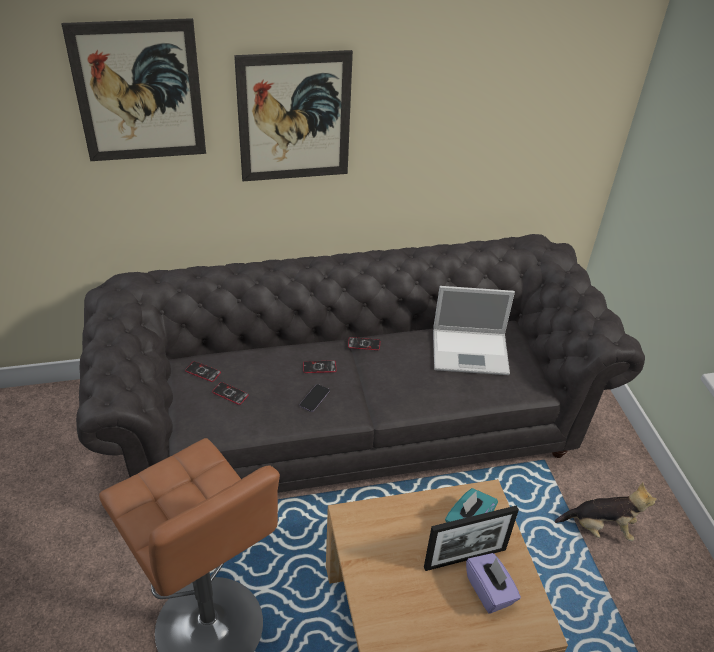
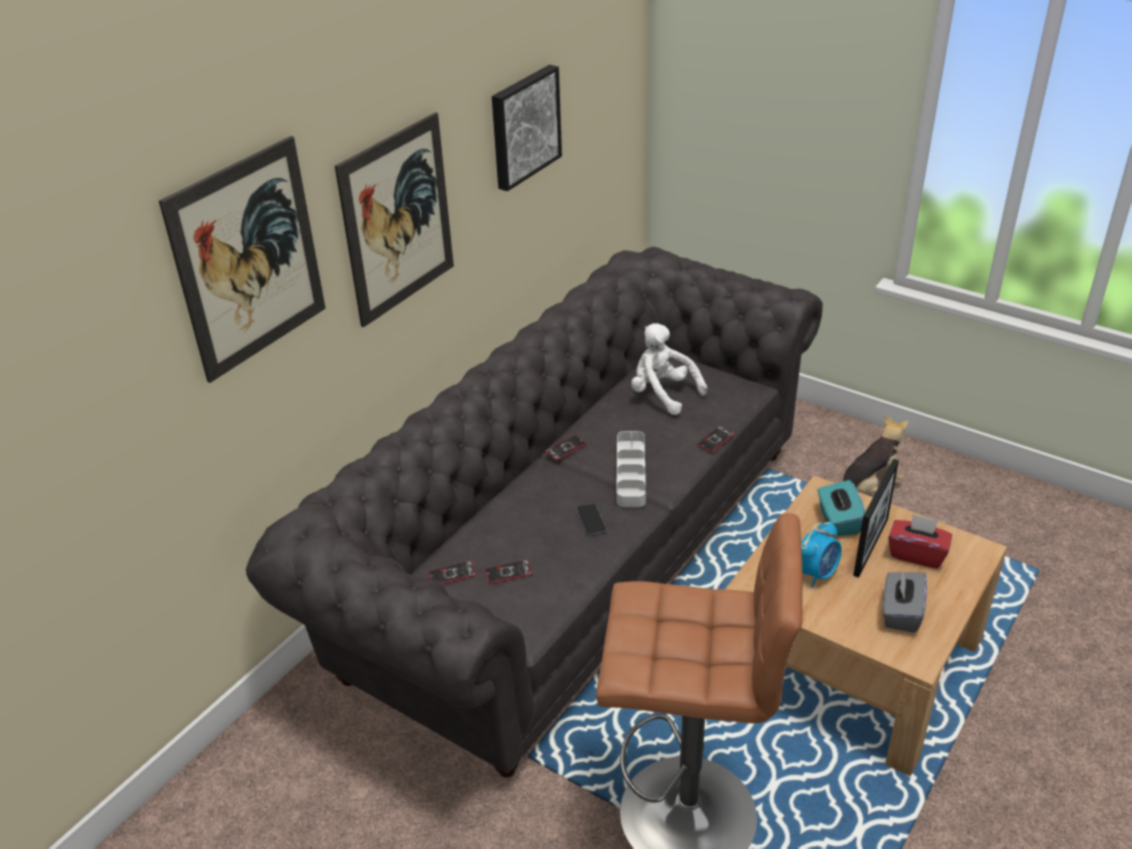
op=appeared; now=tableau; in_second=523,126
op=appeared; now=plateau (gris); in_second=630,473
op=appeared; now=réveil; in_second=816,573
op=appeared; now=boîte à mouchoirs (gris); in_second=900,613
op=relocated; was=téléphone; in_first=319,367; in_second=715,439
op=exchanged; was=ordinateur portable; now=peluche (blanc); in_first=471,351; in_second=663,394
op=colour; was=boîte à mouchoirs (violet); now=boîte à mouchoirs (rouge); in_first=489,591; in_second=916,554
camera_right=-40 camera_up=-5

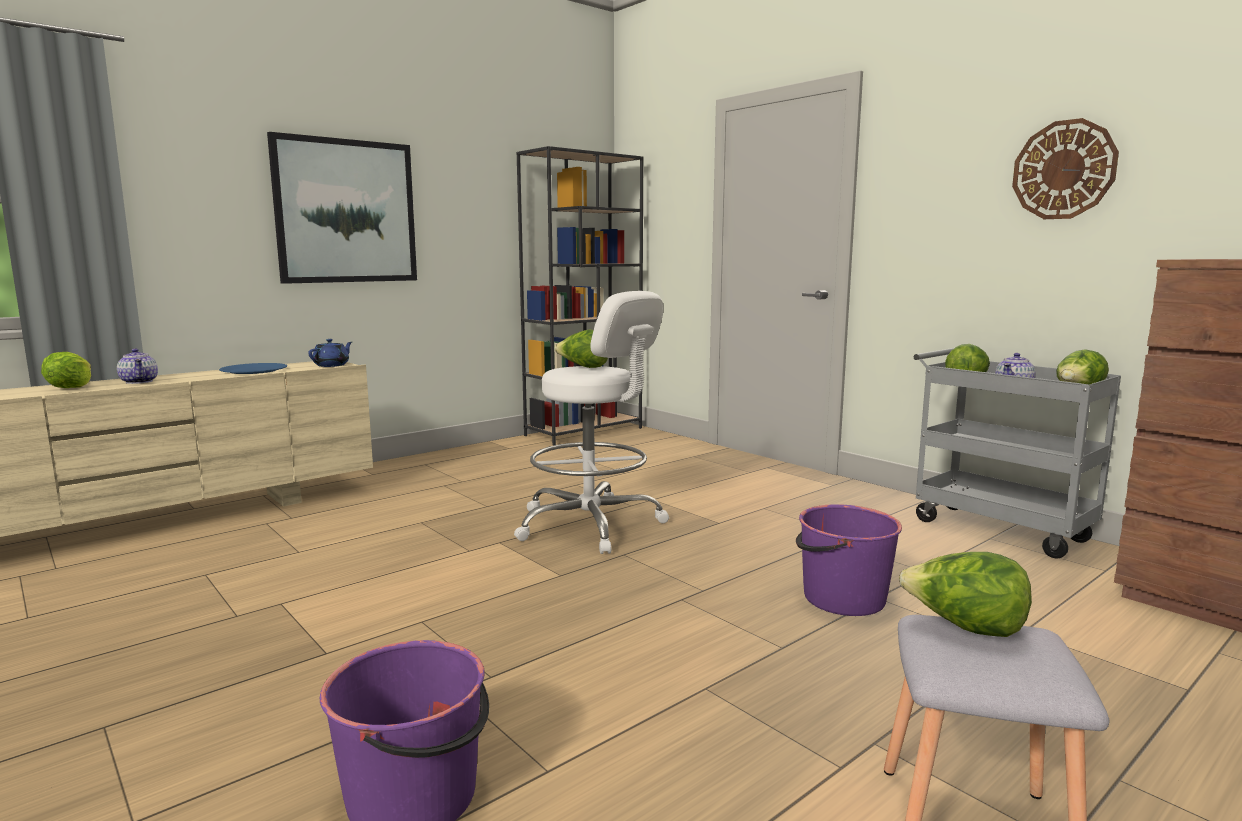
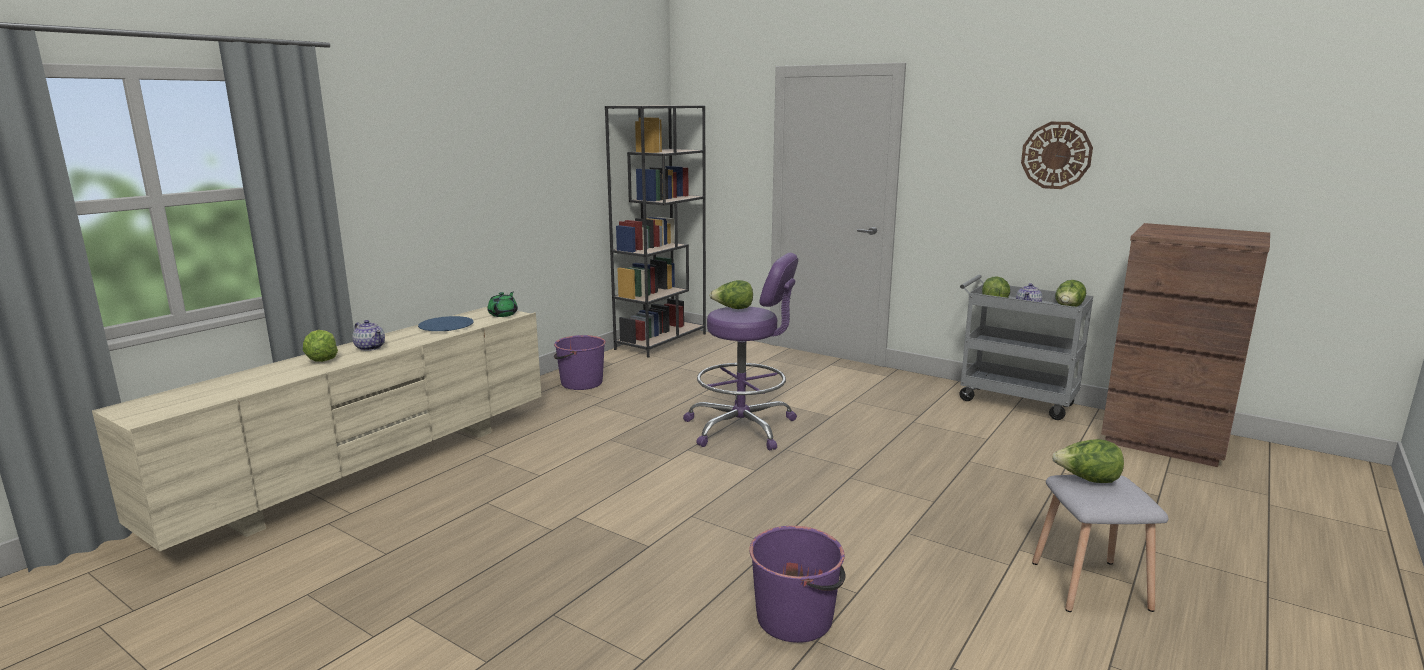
op=missing; was=tableau; in_first=346,211
op=relocated; was=seau (violet); in_first=842,598; in_second=581,383
op=colour; was=théière (bleu); now=théière (vert); in_first=332,365; in_second=503,314
op=colour; was=tabouret (blanc); now=tabouret (violet); in_first=591,525; in_second=743,428
camera_right=-15 camera_up=5

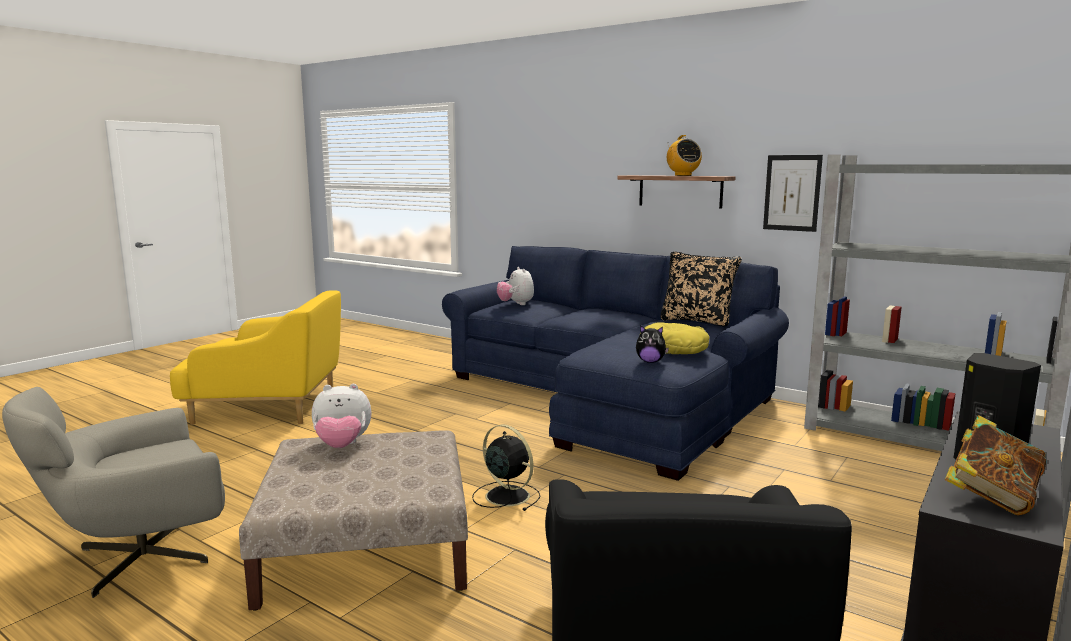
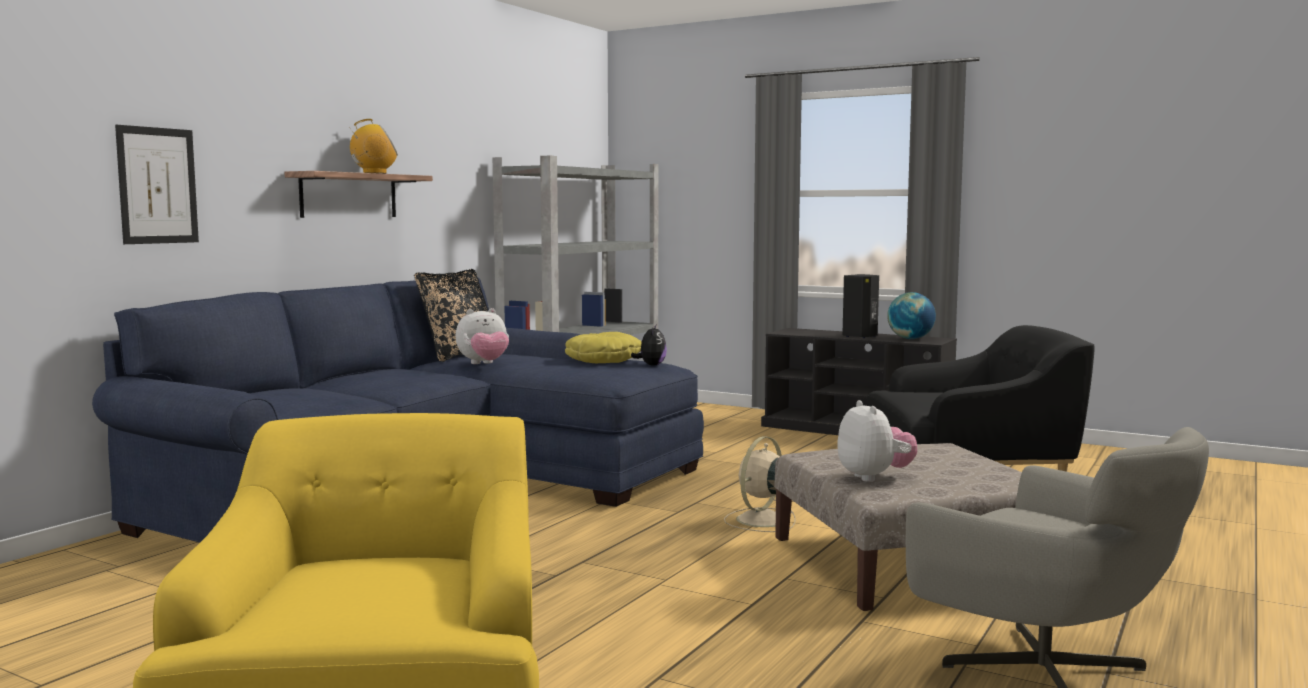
op=relocated; was=peluche; in_first=516,304; in_second=484,364
op=relocated; was=tableau; in_first=792,193; in_second=157,185
op=exchanged; was=livre; now=globe; in_first=991,497; in_second=910,339
op=colour; was=ventilateur (noir); now=ventilateur (beige); in_first=506,495; in_second=760,520
camera_right=-95 camera_up=-5

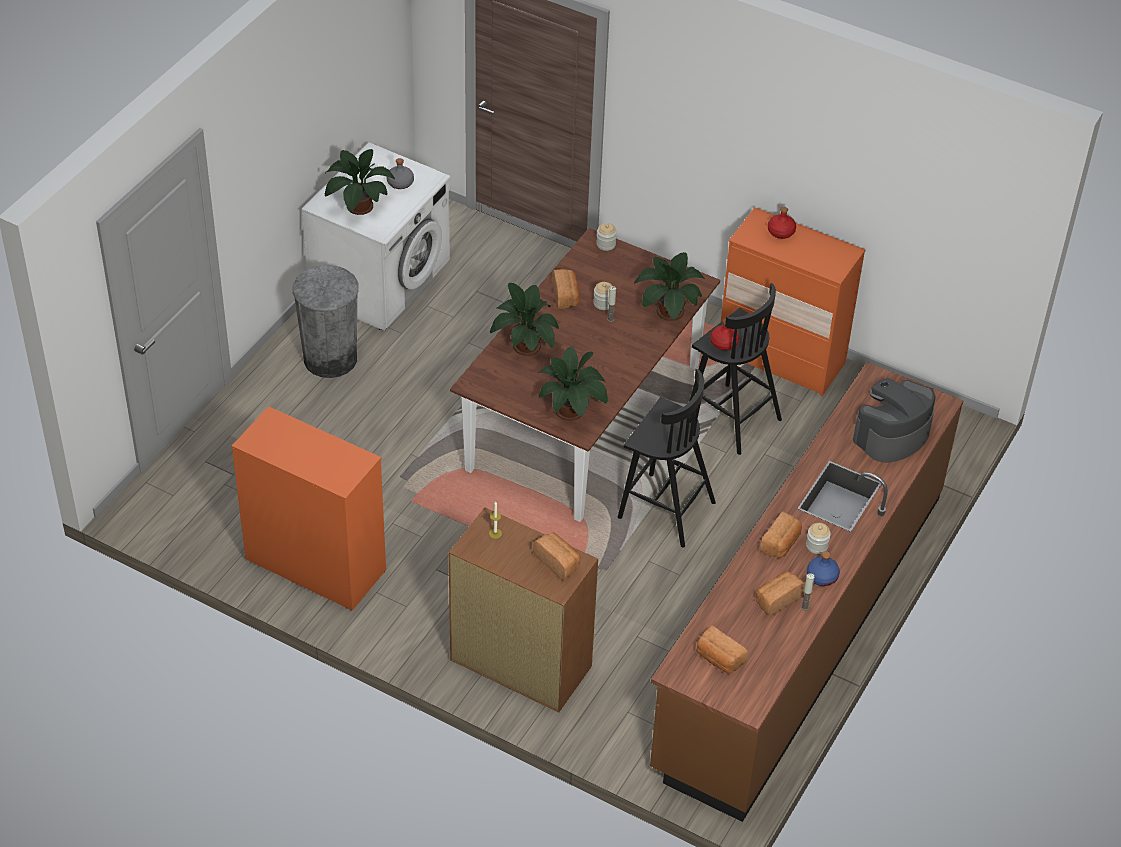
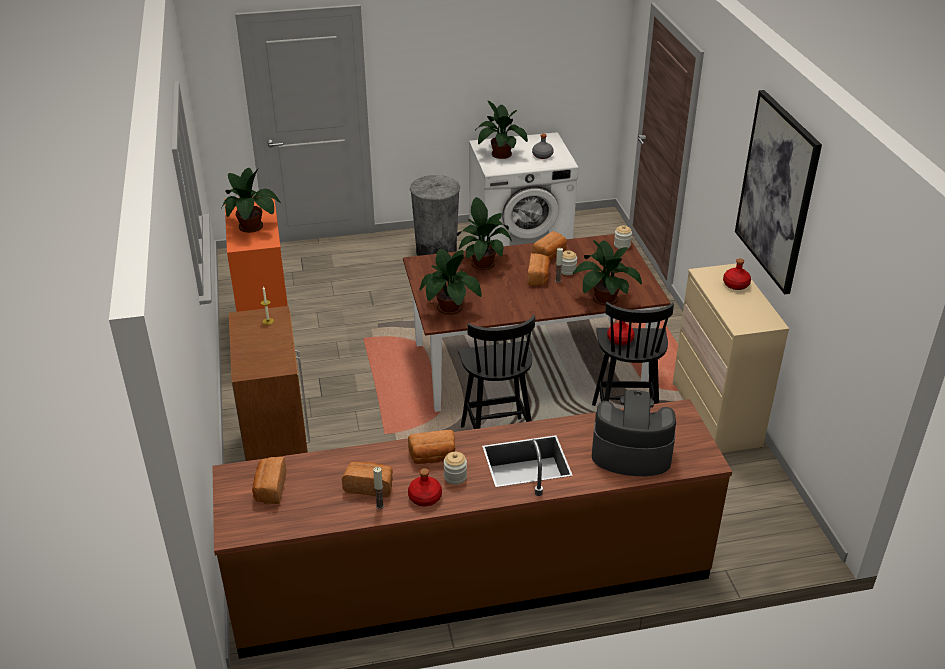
op=appeared; now=plante en pot; in_second=252,227
op=appeared; now=tableau; in_second=777,191
op=relocated; was=pain; in_first=558,562; in_second=538,277
op=colour; was=commode (orange); now=commode (beige); in_first=781,358; in_second=715,415
op=colour; was=bouteille (bleu); now=bouteille (rouge); in_first=822,576; in_second=425,497
camera_right=50 camera_up=-10

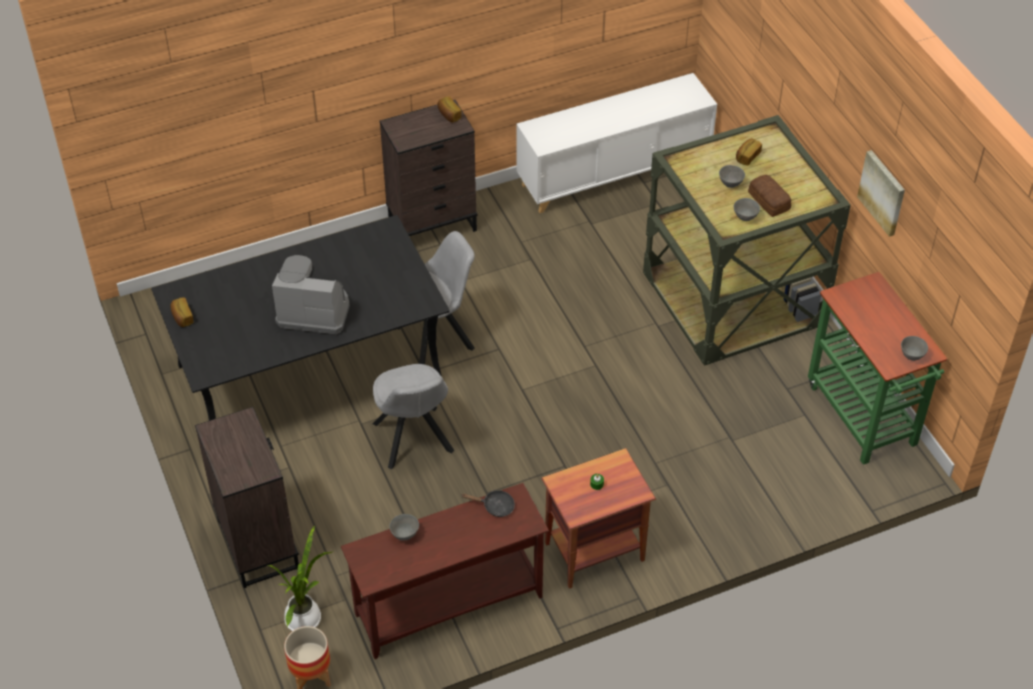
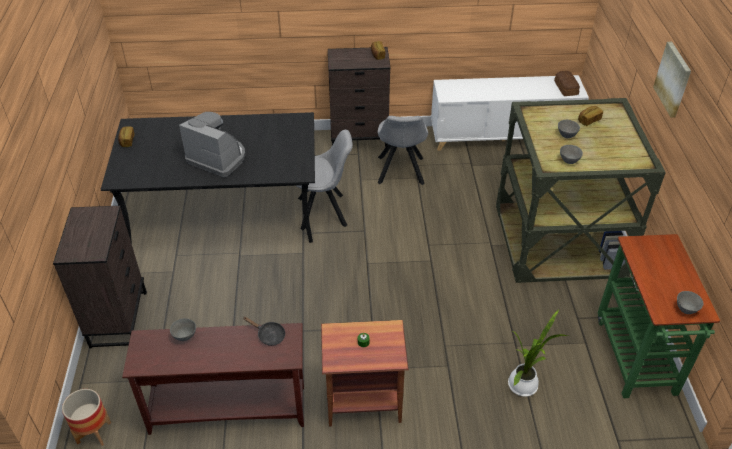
op=relocated; was=plante en pot; in_first=305,616; in_second=524,384
op=relocated; was=chaise (gris); in_first=413,439; in_second=400,171
op=relocated; was=pain; in_first=768,201; in_second=565,88
op=relocated; was=tableau; in_first=882,192; in_second=673,79
camera_right=20 camera_up=-5

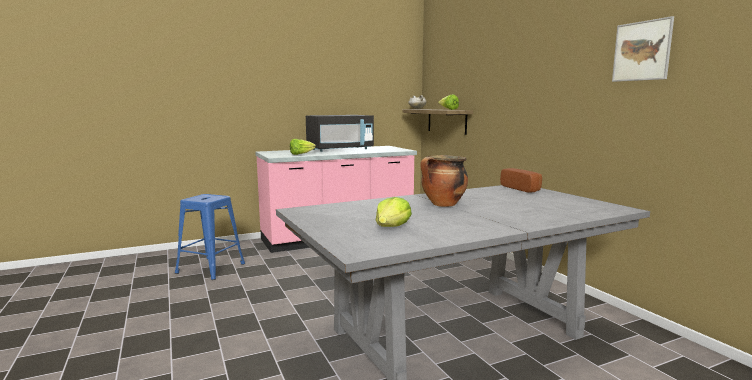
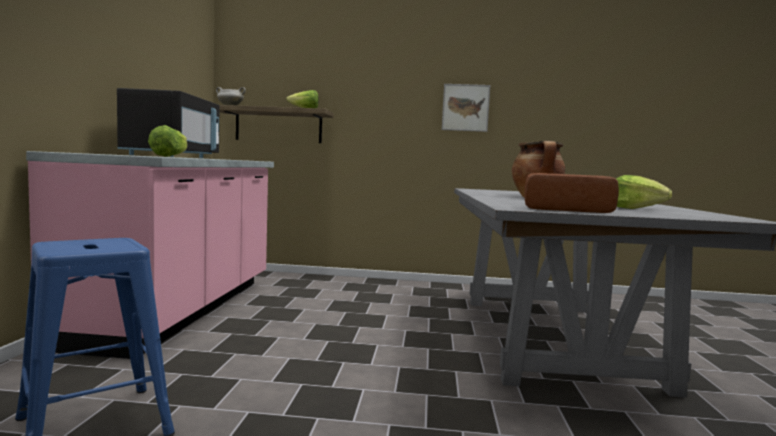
op=relocated; was=pain; in_first=522,188; in_second=565,210
op=relocated; was=tableau; in_first=641,51; in_second=465,107
camera_right=-60 camera_up=-5

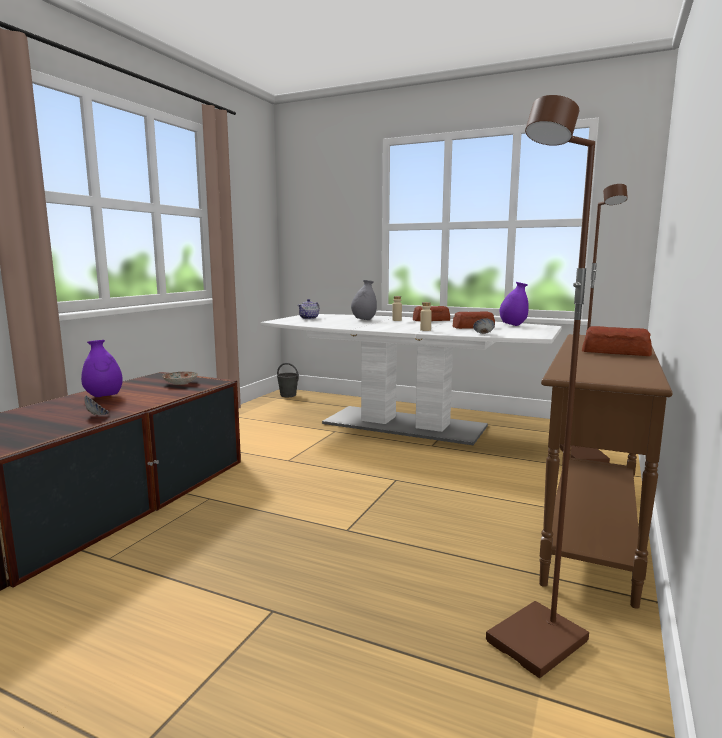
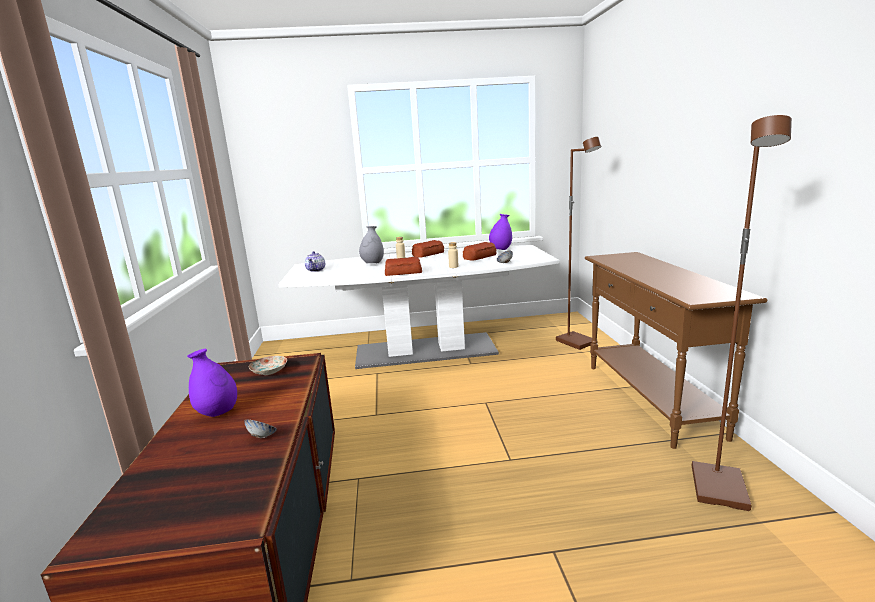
op=missing; was=seau (gris); in_first=288,395
op=relocated; was=pain; in_first=616,352; in_second=404,272
camera_right=-30 camera_up=5

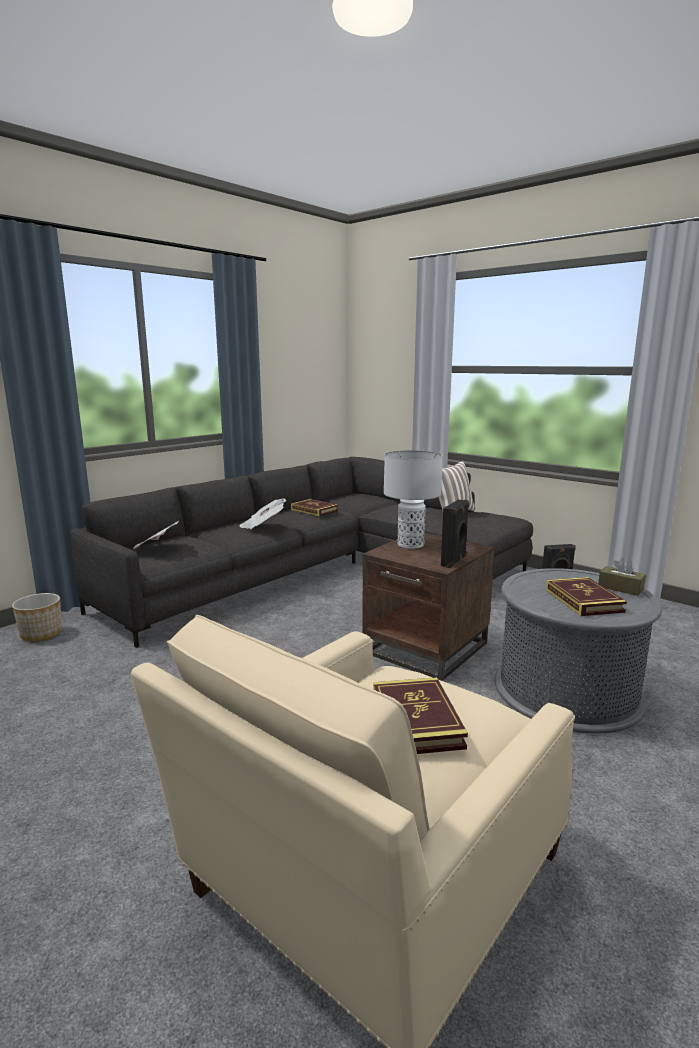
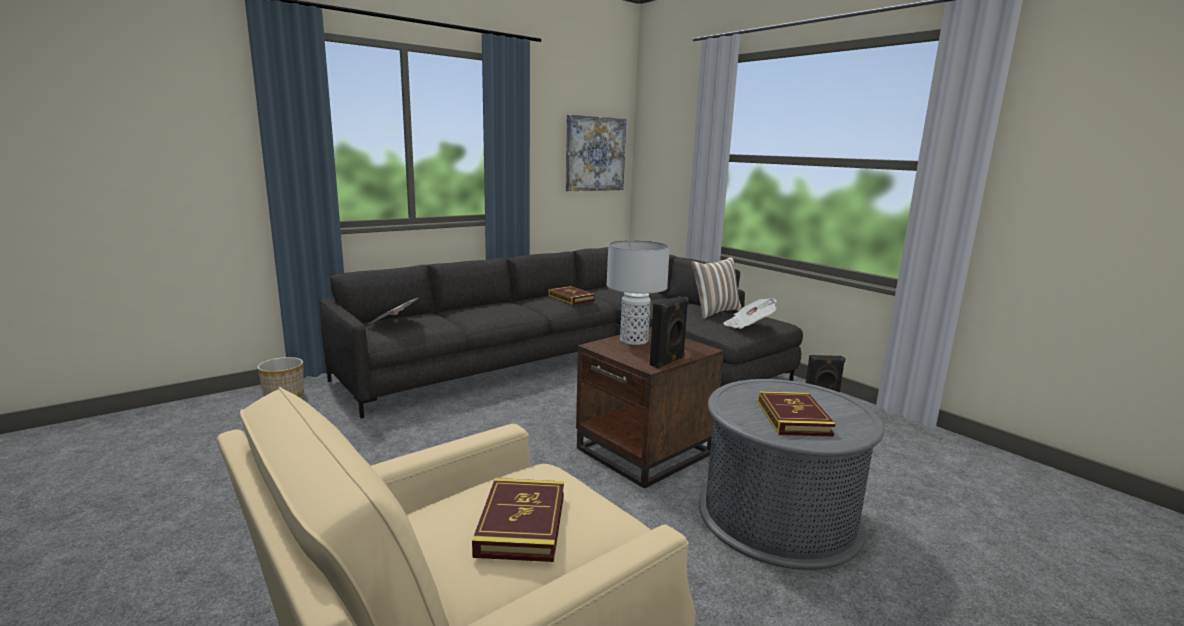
op=missing; was=boîte à mouchoirs (marron); in_first=620,588
op=appeared; now=tableau; in_second=595,154
op=relocated; was=journal; in_first=263,526; in_second=748,326
camera_right=10 camera_up=0

